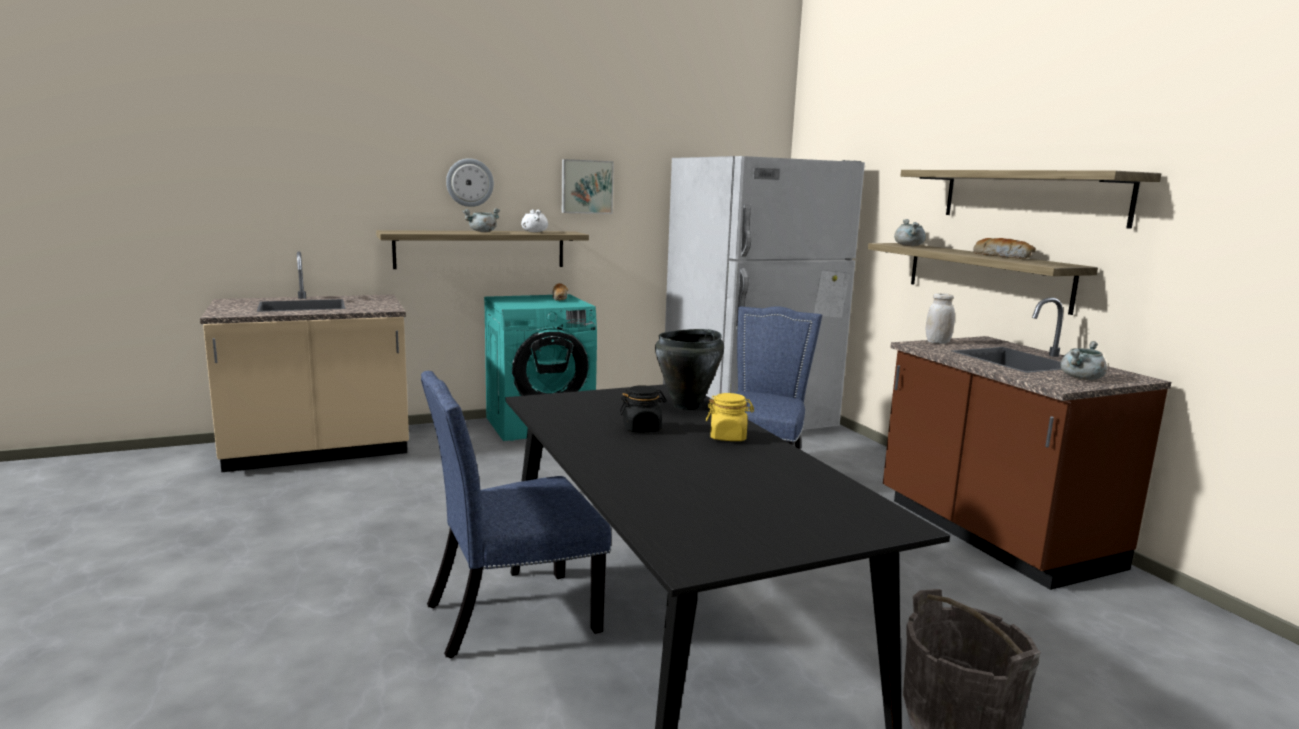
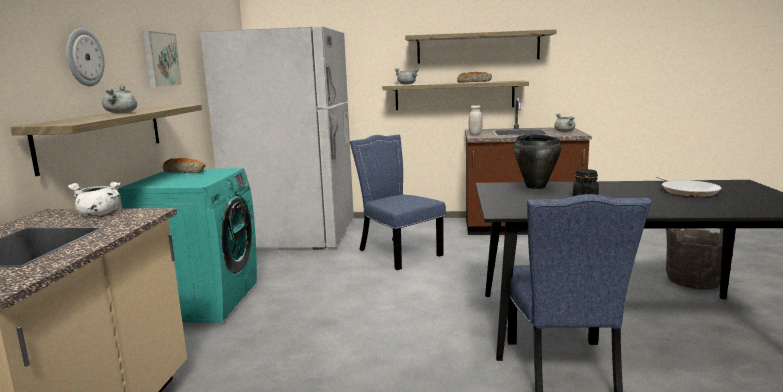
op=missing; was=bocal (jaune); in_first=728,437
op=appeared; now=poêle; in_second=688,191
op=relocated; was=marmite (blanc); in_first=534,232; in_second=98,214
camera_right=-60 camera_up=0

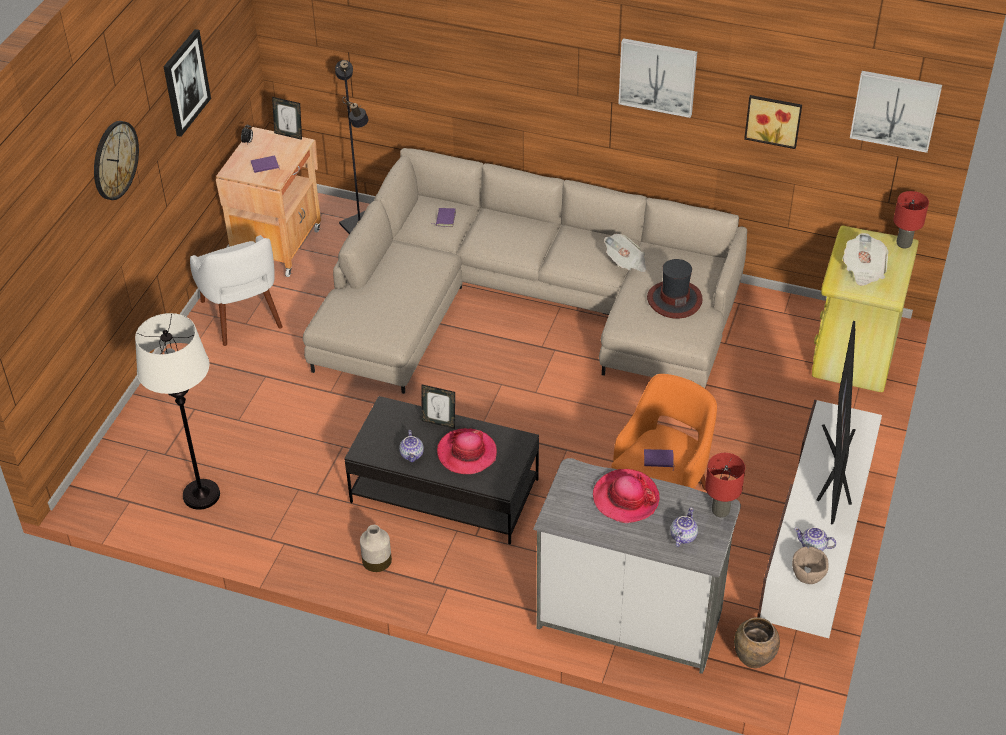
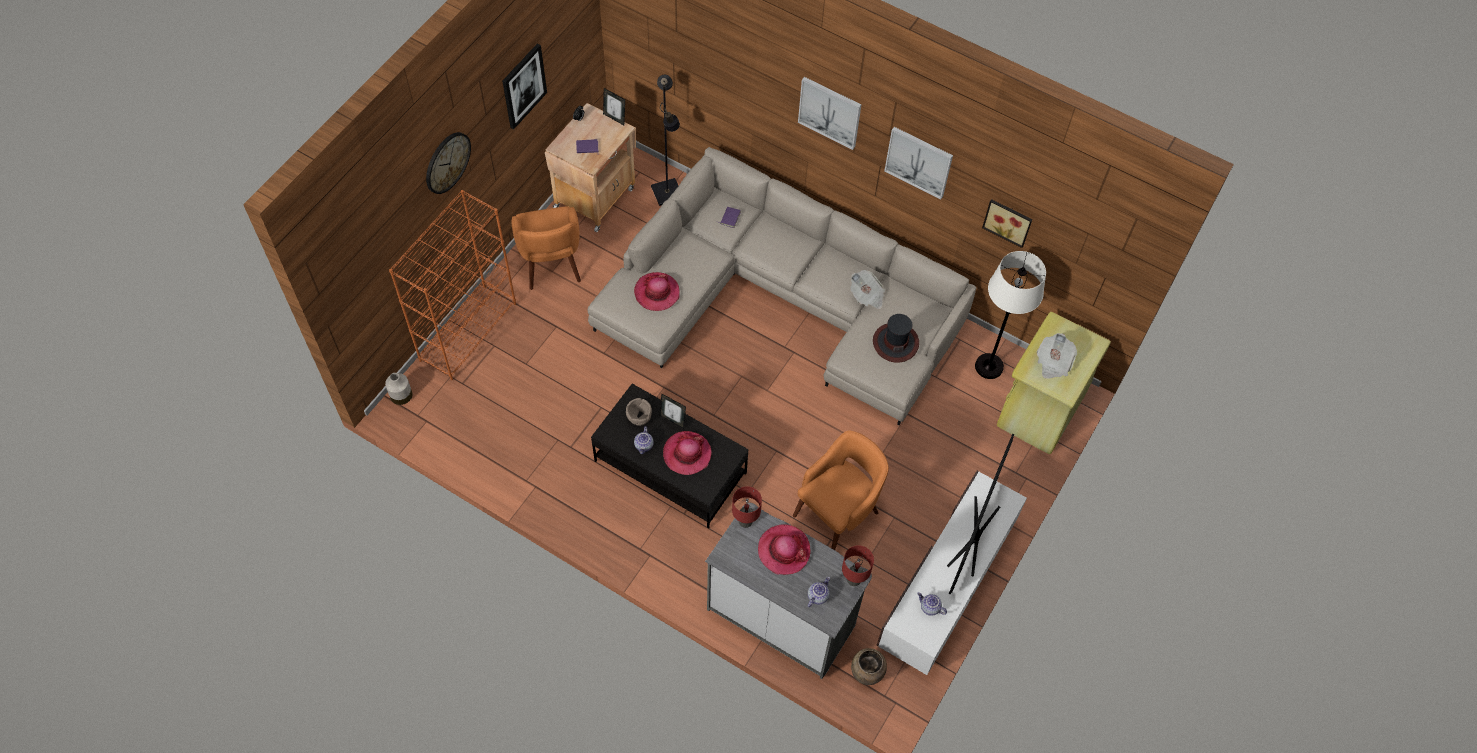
op=missing; was=livre (violet); in_first=658,460
op=appeared; now=bibliothèque (orange); in_second=468,331
op=appeared; now=chapeau; in_second=657,293
op=relocated; was=lampadaire (blanc); in_first=201,495; in_second=988,366
op=relocated; was=vase (beige); in_first=376,560; in_second=400,395
op=relocated; was=bol (marron); in_first=807,574; in_second=639,417
op=relocated; was=tableau; in_first=895,110; in_second=830,112
op=relocated; was=lampe de table (rouge); in_first=902,244; in_second=745,521
op=colour; was=fauteuil (blanc); now=fauteuil (orange); in_first=242,316; in_second=551,263
camera_right=10 camera_up=15

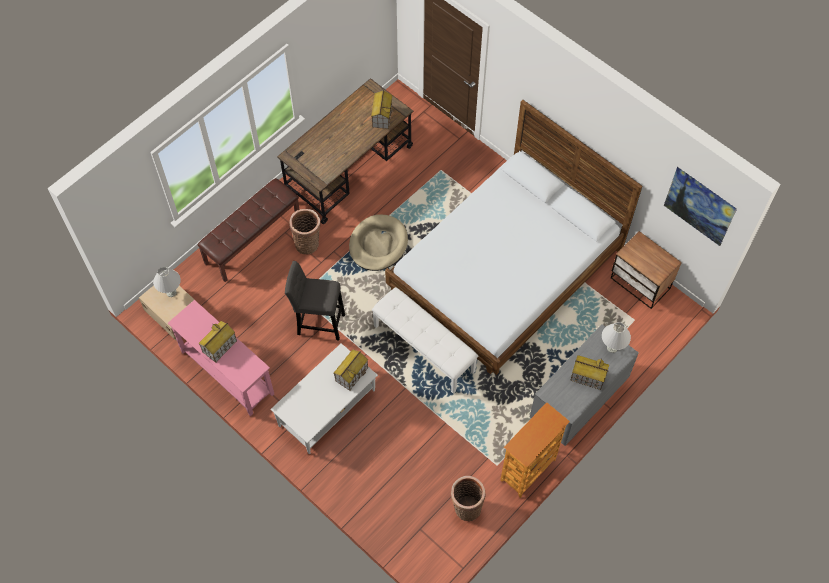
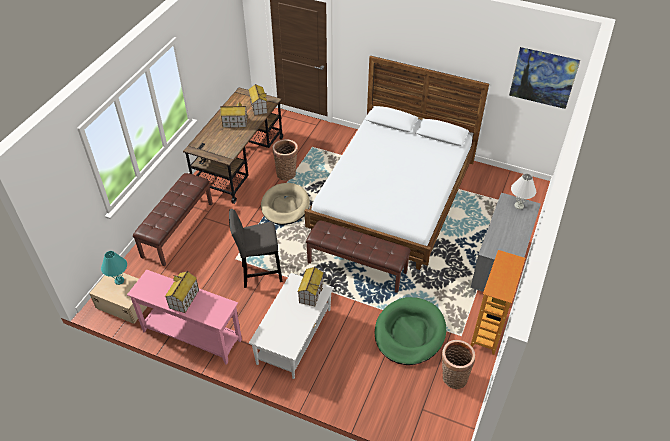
op=missing; was=table de chevet; in_first=640,284
op=appeared; now=panier pour chien (vert); in_second=409,333
op=relocated; was=panier; in_first=308,243; in_second=286,173
op=relocated; was=maison miniature; in_first=587,377; in_second=235,123
op=colour; was=lampe de table (blanc); now=lampe de table (turquoise); in_first=171,292; in_second=119,281
op=colour; was=banc (blanc); now=banc (marron); in_first=424,348; in_second=357,267
camera_right=-20 camera_up=-15

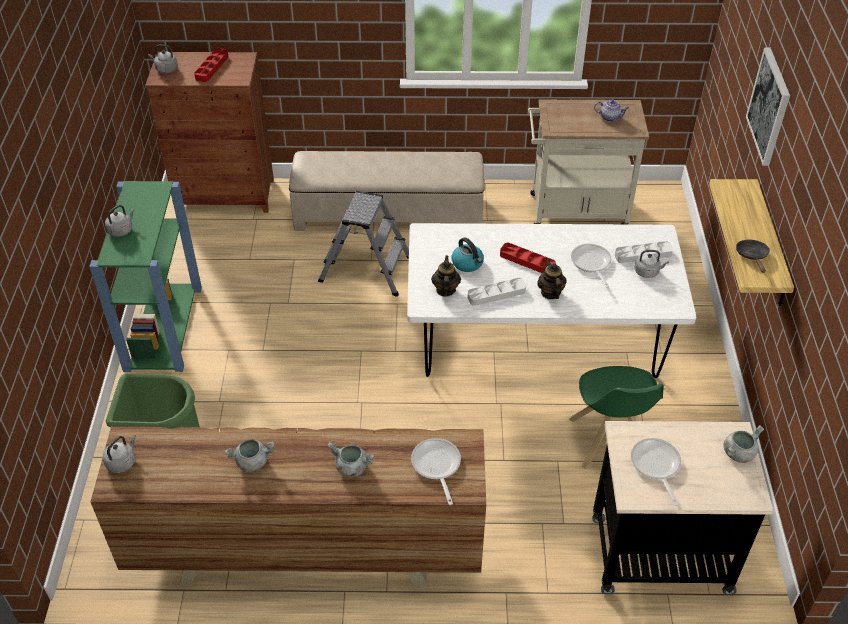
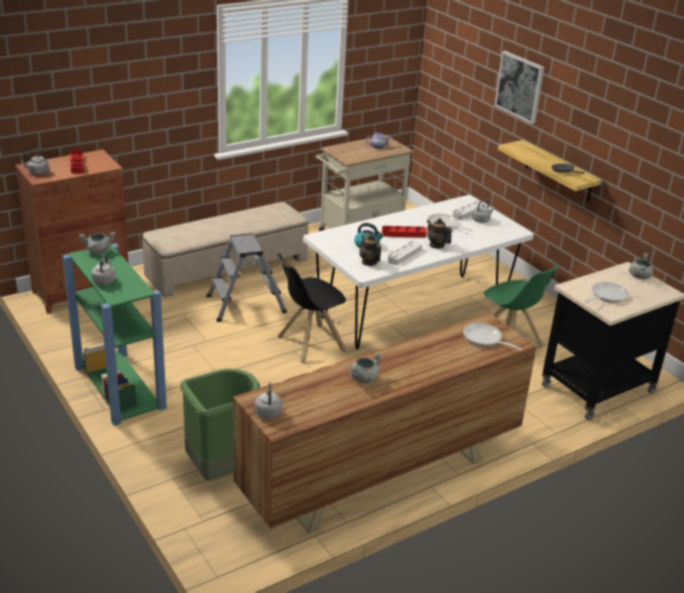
op=appeared; now=chaise (noir); in_second=309,343
op=relocated; was=marmite (gris); in_first=351,467; in_second=98,251
op=spun; was=poêle; in_first=656,466; in_second=606,296; clockwise=90
camera_right=-35 camera_up=-15

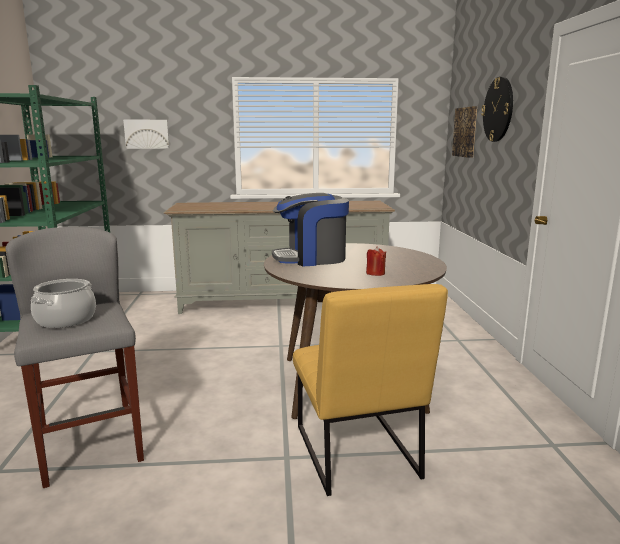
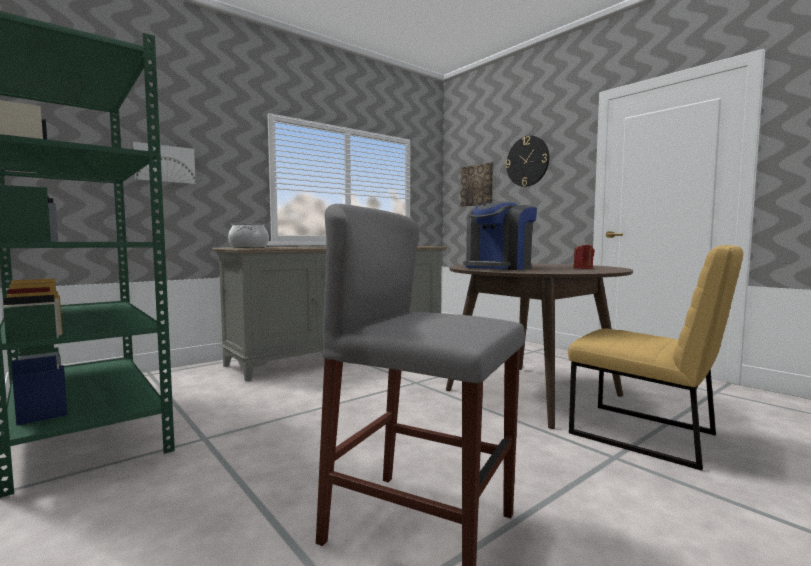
op=relocated; was=marmite; in_first=66,319; in_second=249,247
camera_right=-35 camera_up=-10

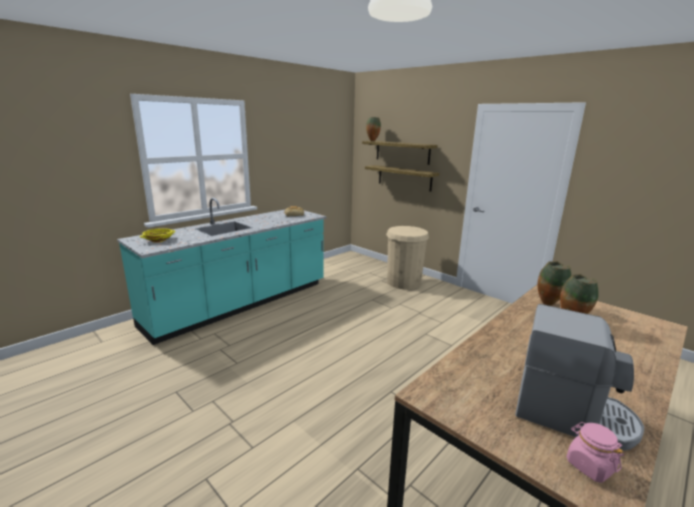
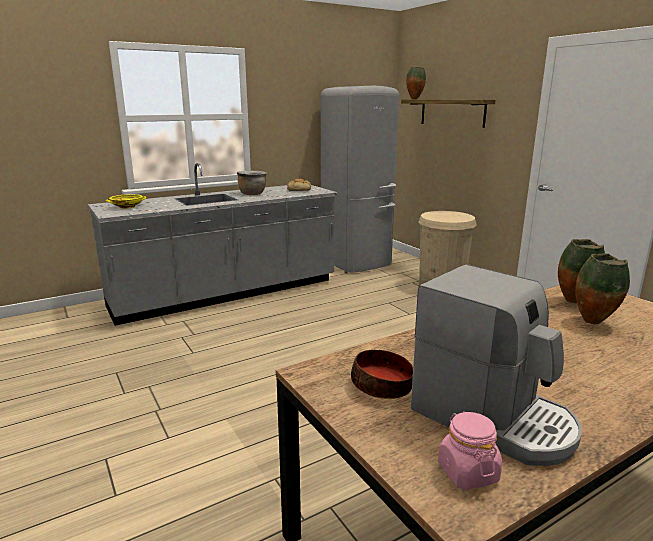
op=missing; was=étagère; in_first=404,178
op=appeared; now=marmite (marron); in_second=252,194
op=appeared; now=réfrigérateur (gris); in_second=358,263
op=appeared; now=bol; in_second=382,387
op=colour; was=comptoir de cuisine (turquoise); now=comptoir de cuisine (gris); in_first=241,304; in_second=227,294
camera_right=15 camera_up=0

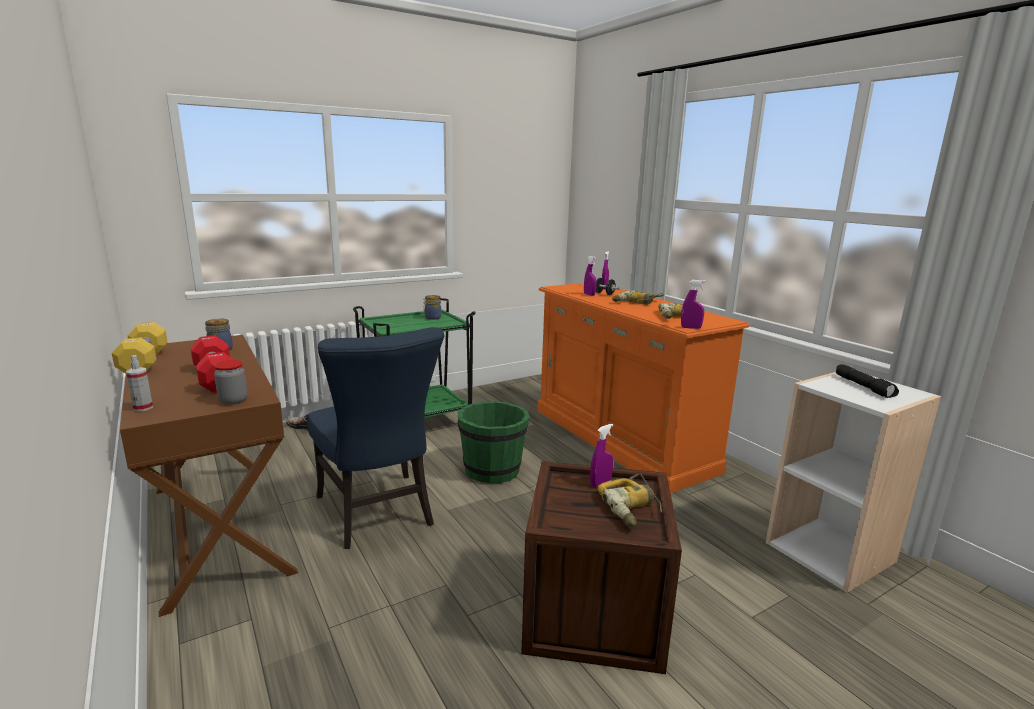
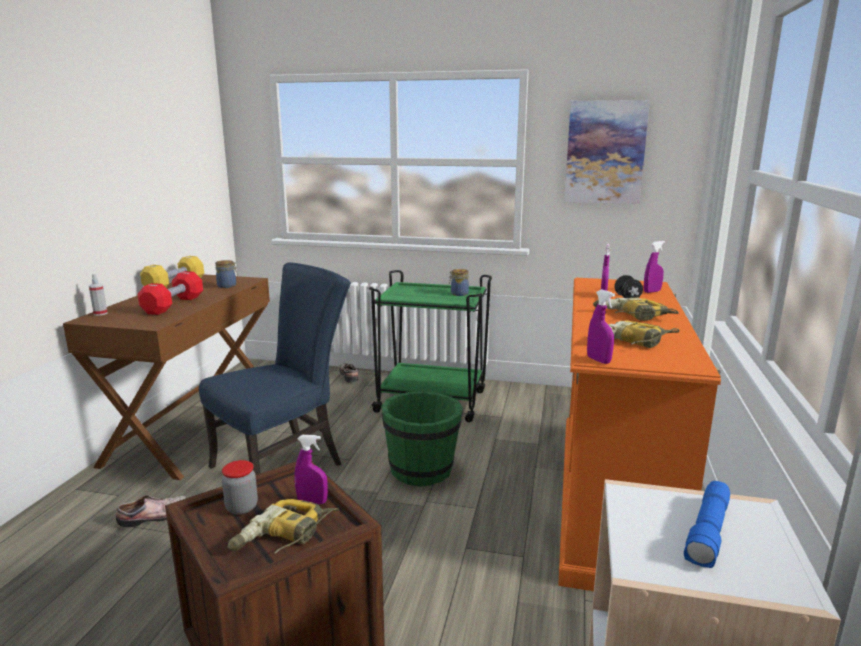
op=appeared; now=chaussure; in_second=154,517
op=appeared; now=tableau; in_second=605,152
op=relocated; was=bocal; in_first=233,400; in_second=242,507
op=colour; was=lampe de poche (noir); now=lampe de poche (bleu); in_first=864,387; in_second=709,533
op=spun; was=chaise (bleu); in_first=378,513; in_second=284,464; clockwise=-150
camera_right=45 camera_up=0

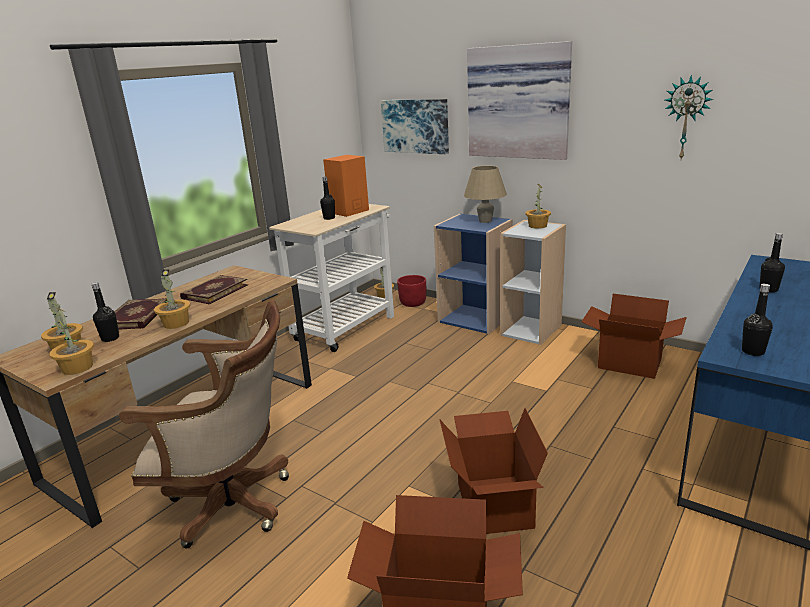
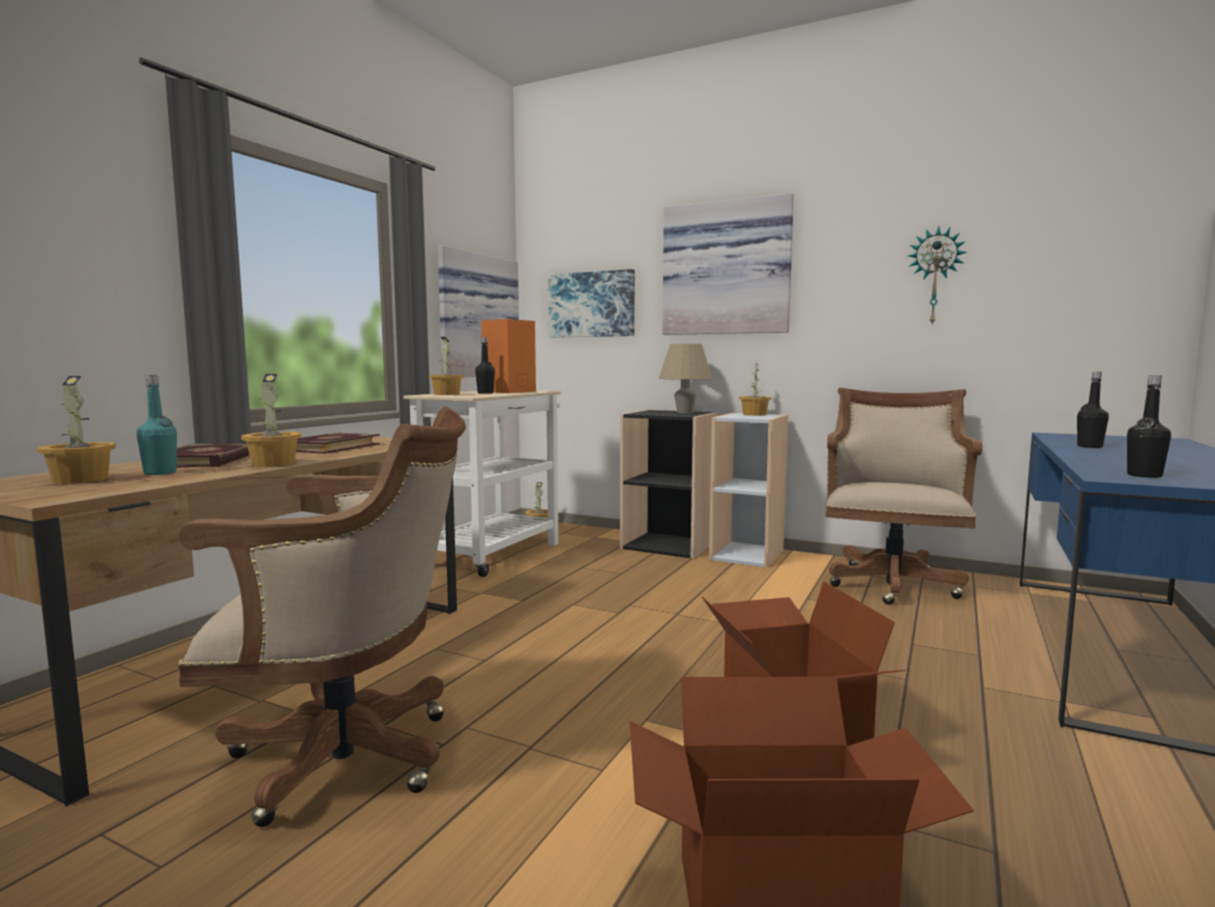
op=missing; was=cache-pot (rouge); in_first=413,303
op=appeared; now=tableau; in_second=476,316
op=relocated; was=plante en pot; in_first=77,368; in_second=446,394
op=exchanged; was=carton; now=chaise de bureau; in_first=629,364; in_second=891,583
op=colour; was=bouteille (noir); now=bouteille (turquoise); in_first=110,338; in_second=160,473
op=colour; was=bibliothèque (bleu); now=bibliothèque (noir); in_first=476,318; in_second=669,545
camera_right=-10 camera_up=-15

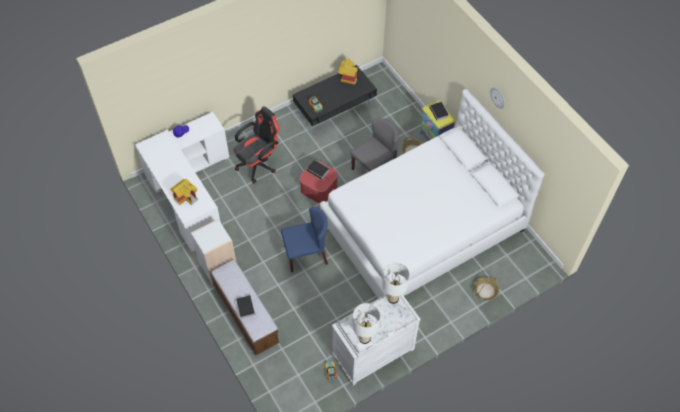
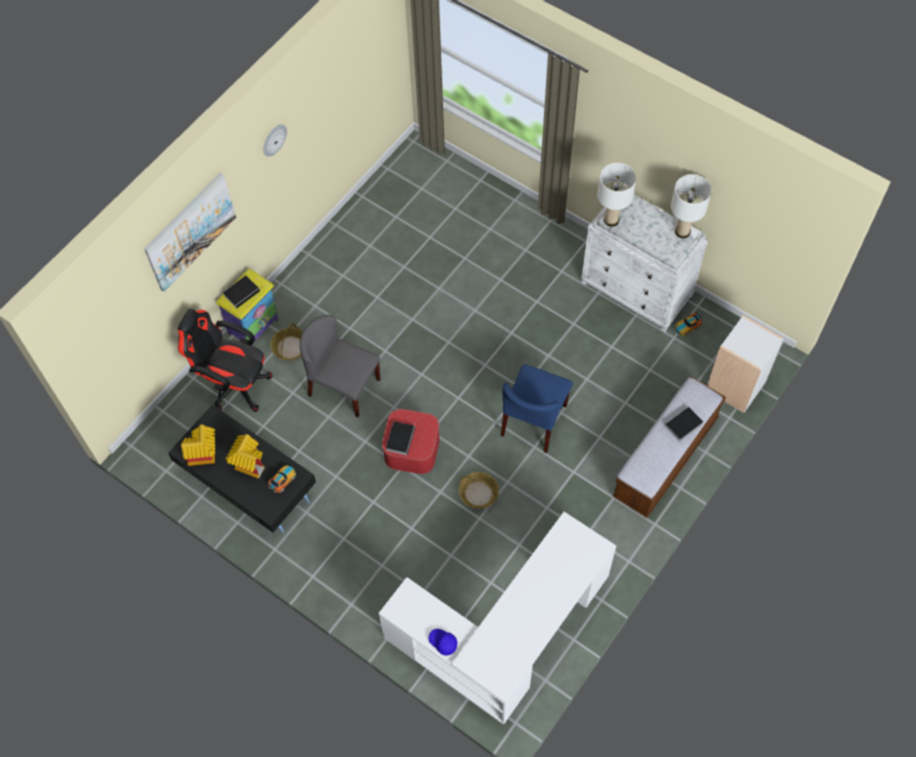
op=missing; was=lit (blanc); in_first=423,225
op=appeared; now=tableau; in_second=190,231
op=relocated; was=maison miniature; in_first=187,197; in_second=248,463
op=relocated; was=bibliothèque; in_first=218,266; in_second=735,386
op=relocated; was=chaise de bureau (noir); in_first=259,164; in_second=234,384
op=relocated; was=panier; in_first=485,291; in_second=479,493
op=spun; was=chaise (bleu); in_first=306,254; in_second=534,421; clockwise=-120
camera_right=-110 camera_up=5

